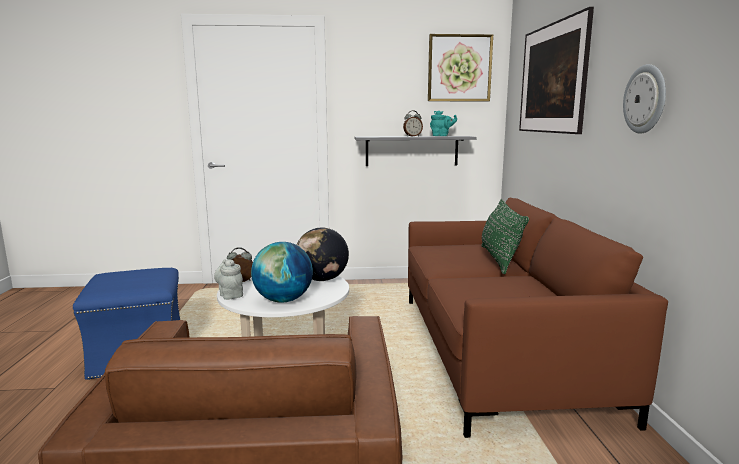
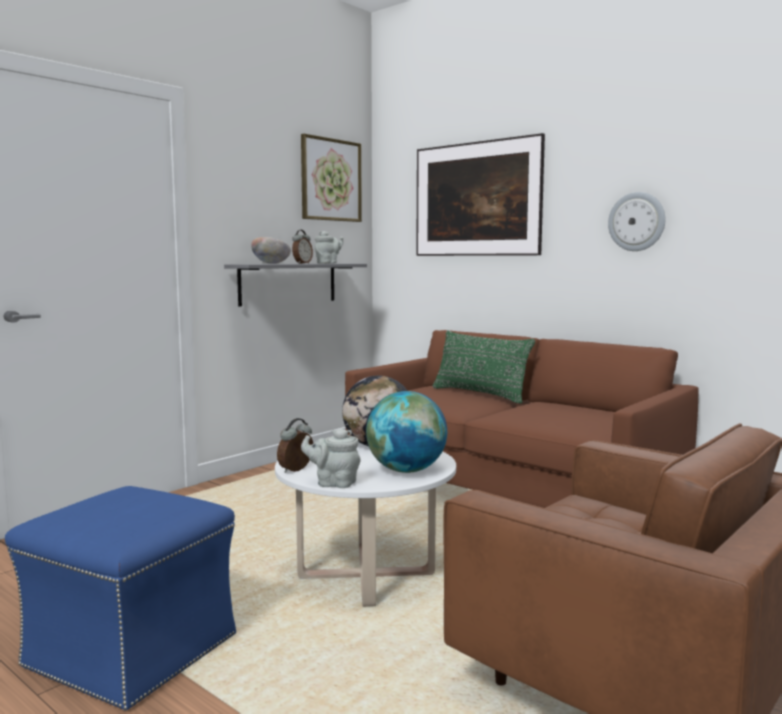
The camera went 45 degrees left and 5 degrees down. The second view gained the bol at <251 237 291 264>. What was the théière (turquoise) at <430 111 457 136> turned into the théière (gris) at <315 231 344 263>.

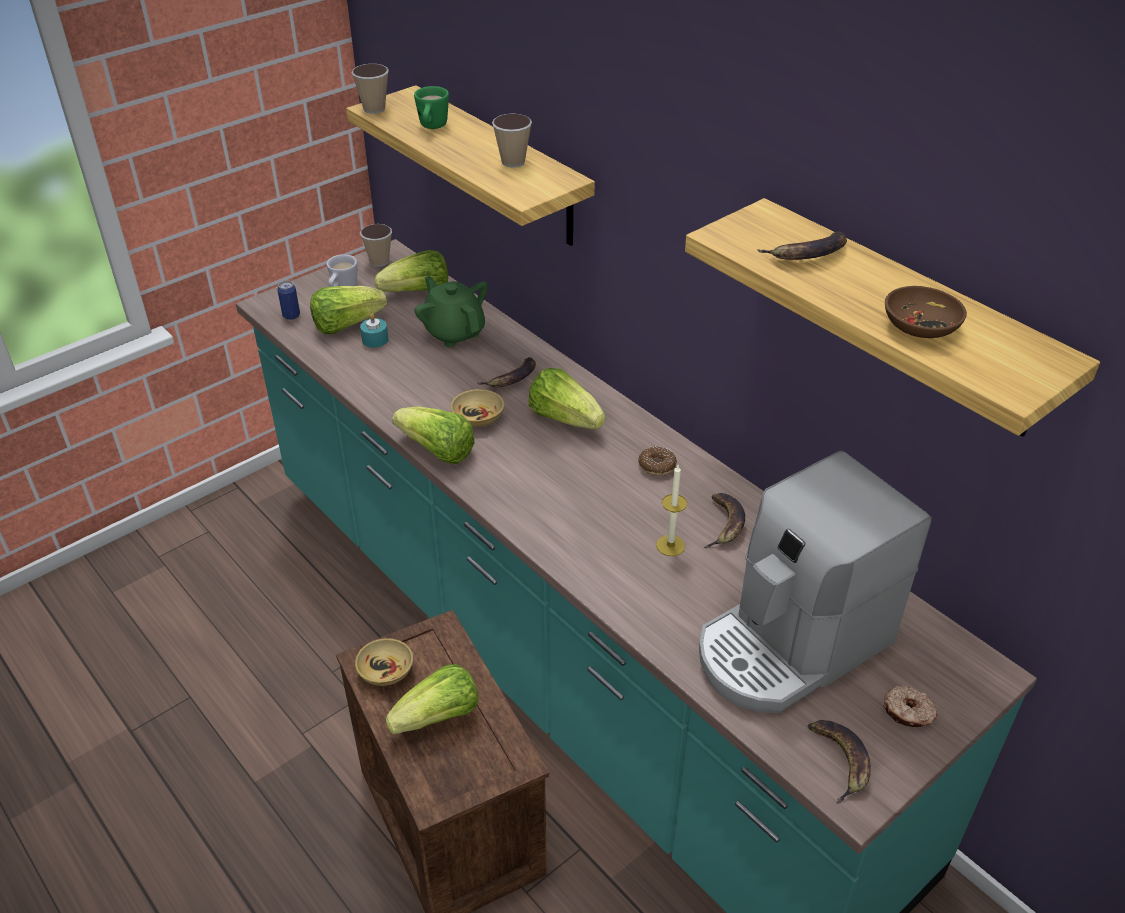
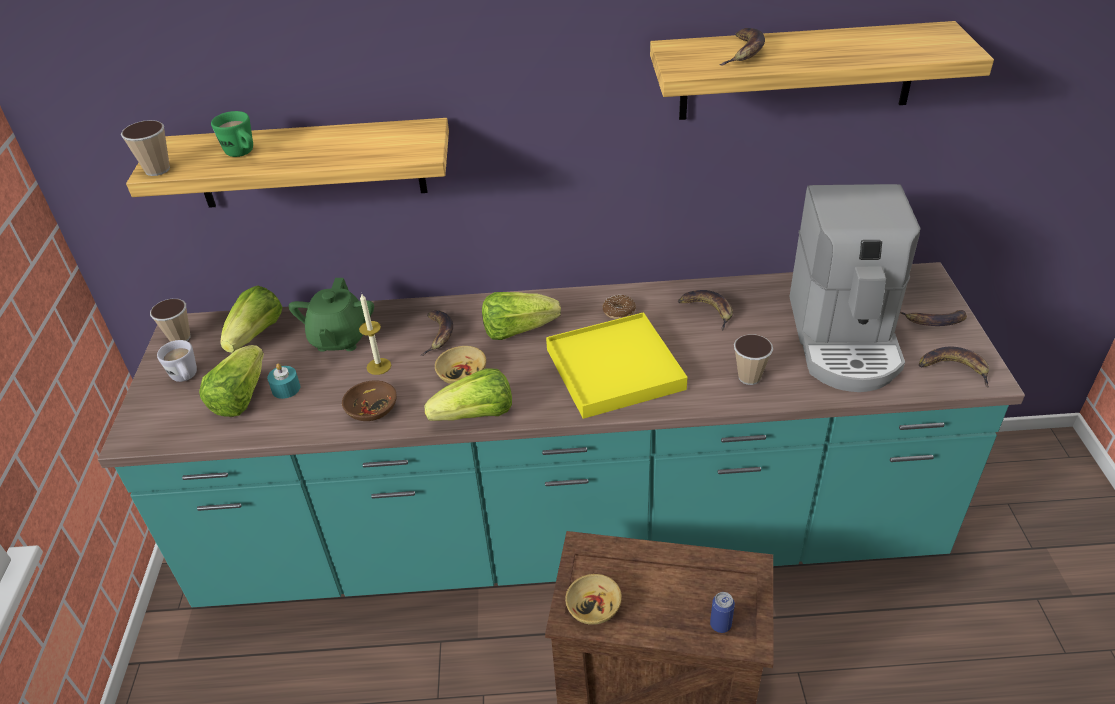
The camera went 50 degrees left and 0 degrees up. The second view lost the laitue at <385 664 478 735>. The second view gained the plateau (jaune) at <546 312 688 419>. The boîte métallique ended up elsewhere, having gone from <277 281 300 320> to <710 592 735 633>. The tasse ended up elsewhere, having gone from <492 113 532 168> to <734 334 773 385>. The bougie ended up elsewhere, having gone from <656 465 687 556> to <359 294 391 375>. The bol (marron) ended up elsewhere, having gone from <885 286 967 338> to <342 381 397 421>. Where the beignet stood at <884 685 938 727>, the banane came to stand at <900 310 967 326>. The théière (vert) at <414 276 488 347> ended up facing another way, 90 degrees counterclockwise from before.

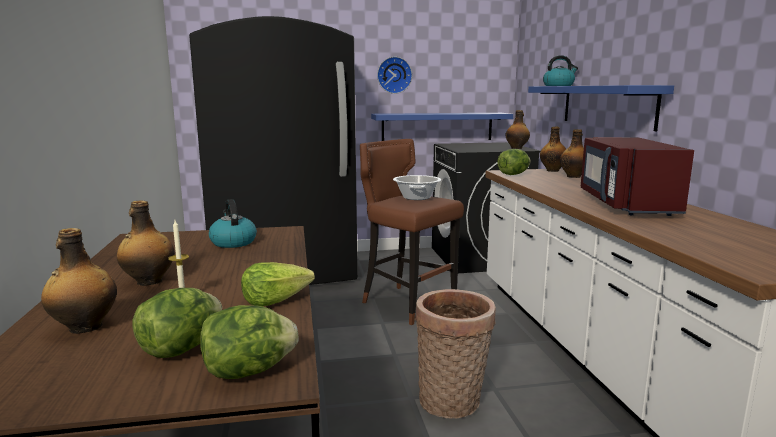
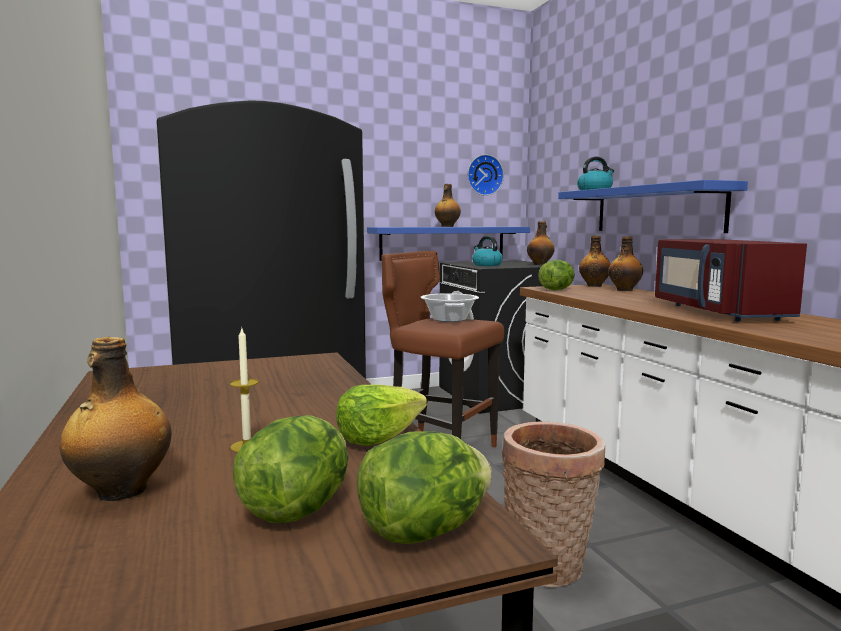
The camera went 10 degrees left and 5 degrees down. The bouteille ended up elsewhere, having gone from <117 200 175 286> to <435 184 461 227>. The bouilloire ended up elsewhere, having gone from <209 199 257 248> to <472 236 503 266>. The horloge murale ended up elsewhere, having gone from <377 57 412 94> to <468 154 504 196>.

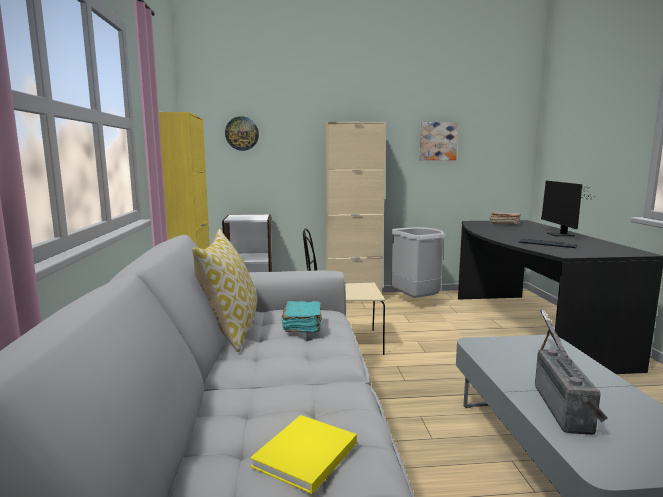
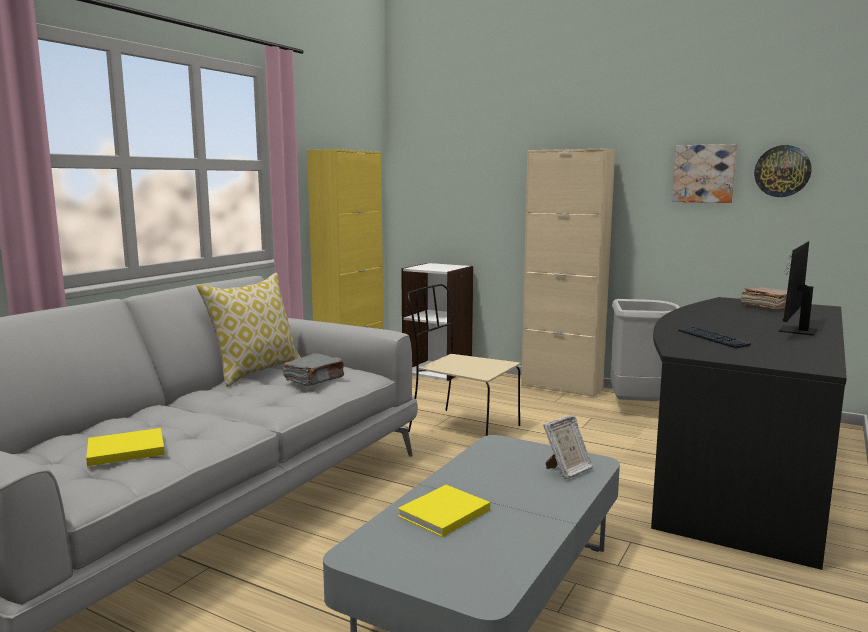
The camera went 35 degrees right and 0 degrees up. The horloge murale ended up elsewhere, having gone from <225 116 259 151> to <754 145 811 197>. Where the radio stood at <535 349 608 435>, the livre (jaune) came to stand at <398 485 490 537>. What was the livre (turquoise) at <281 301 322 333> turned into the livre (gris) at <283 353 345 386>.

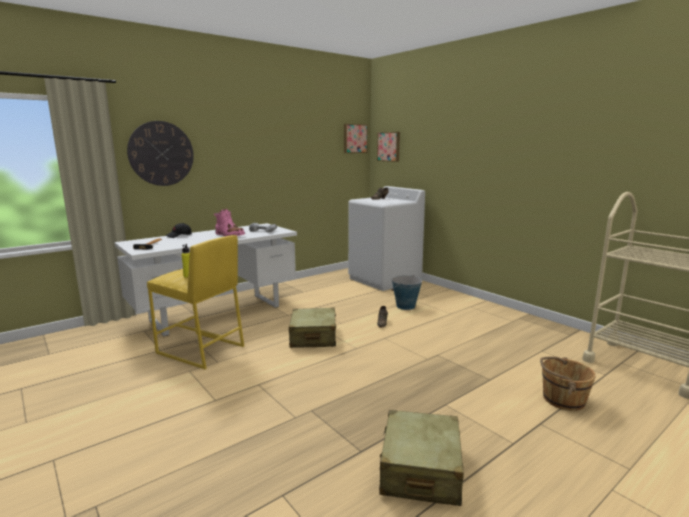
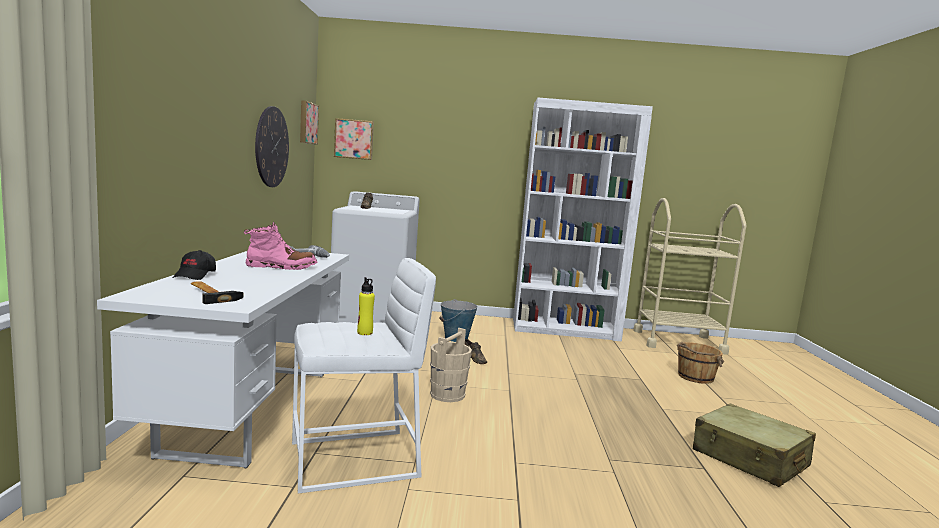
The camera went 50 degrees left and 5 degrees down. The second view gained the bibliothèque (blanc) at <513 98 653 342>. The horloge murale ended up elsewhere, having gone from <127 121 194 186> to <255 106 289 187>. Where the valise (beige) stood at <289 308 336 348>, the seau (beige) came to stand at <430 328 472 402>. What was the tabouret (jaune) at <147 235 244 369> turned into the tabouret (blanc) at <292 258 436 493>.

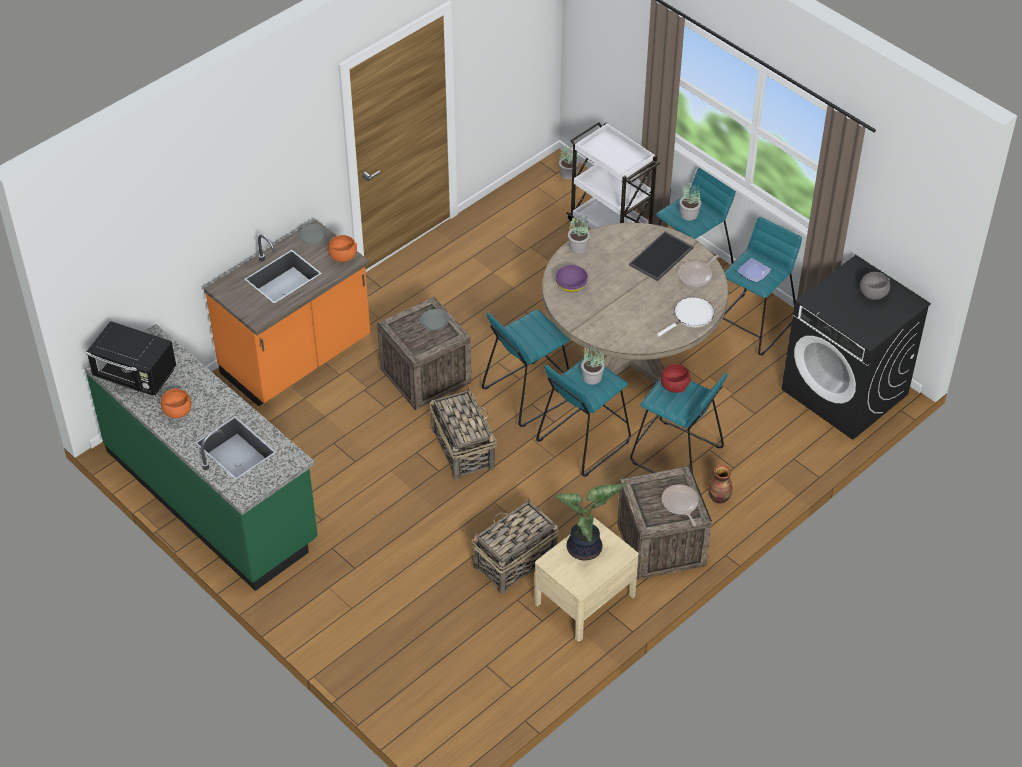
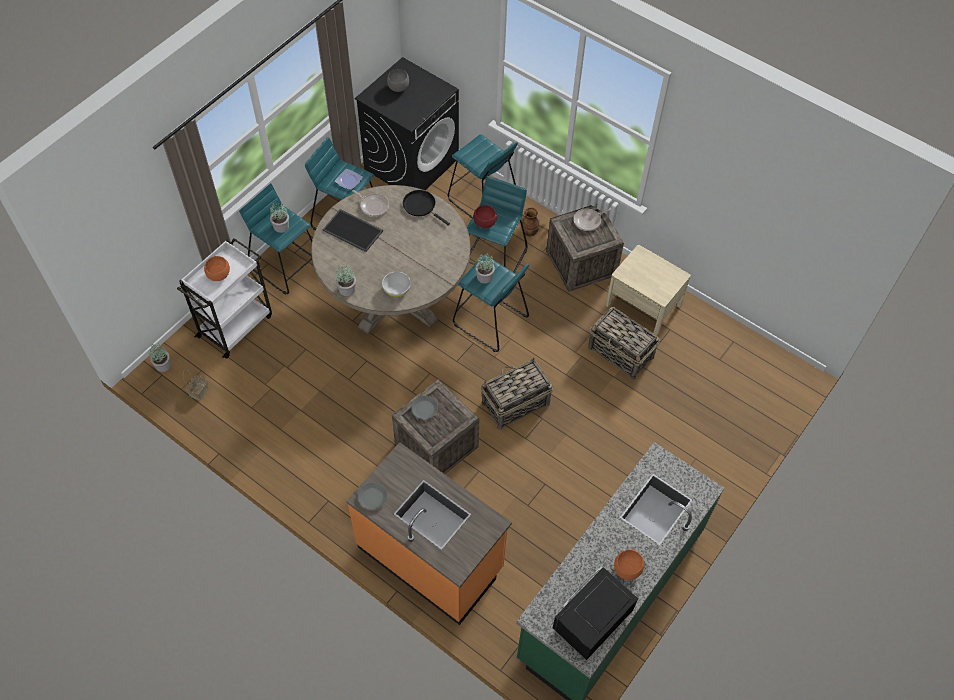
The camera went 100 degrees left and 10 degrees up. The second view lost the plante en pot at <555 484 627 560>. The second view gained the panier at <183 369 209 401>. The bol (orange) ended up elsewhere, having gone from <328 235 357 262> to <204 256 230 281>. The tabouret (turquoise) ended up elsewhere, having gone from <482 309 570 427> to <448 134 518 218>. What was the bol (violet) at <555 265 588 292> turned into the bol (blanc) at <382 272 411 297>. What was the poêle (blanc) at <657 297 714 337> turned into the poêle (noir) at <403 190 450 226>. The micro-ondes (noir) at <86 321 176 396> ended up facing another way, 150 degrees counterclockwise from before.

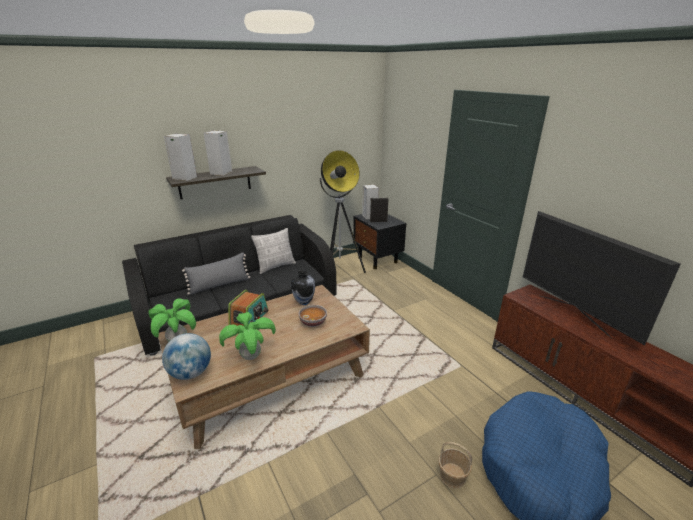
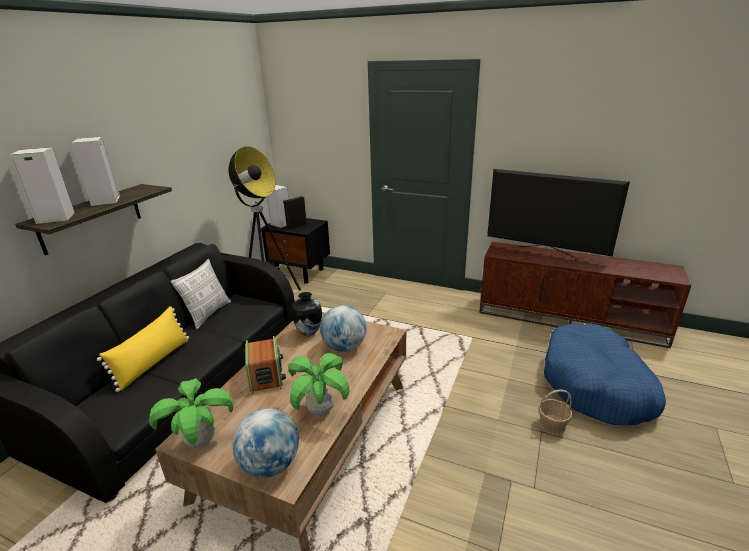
The camera went 35 degrees left and 0 degrees up. Where the bol stood at <298 305 327 327>, the globe came to stand at <320 305 366 352>. What was the coussin (gris) at <182 252 250 295> turned into the coussin (jaune) at <97 306 189 392>.

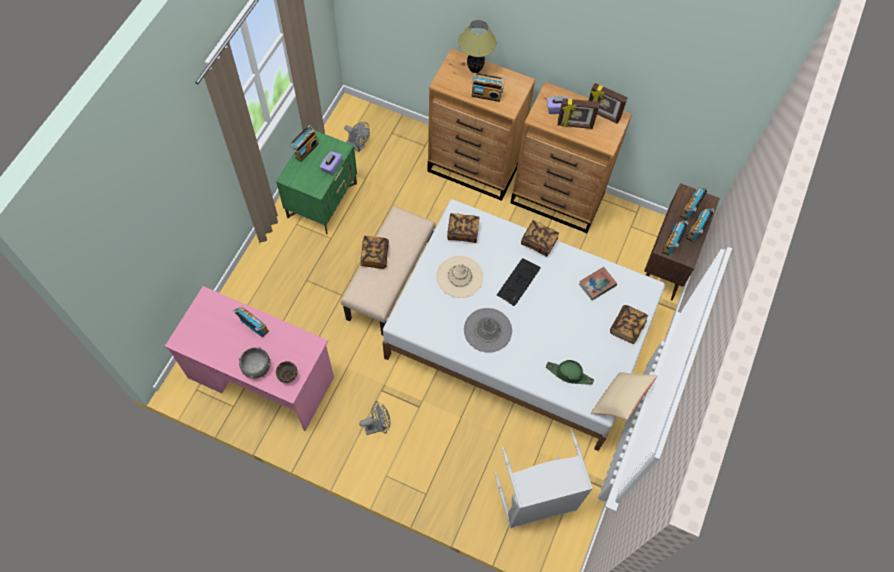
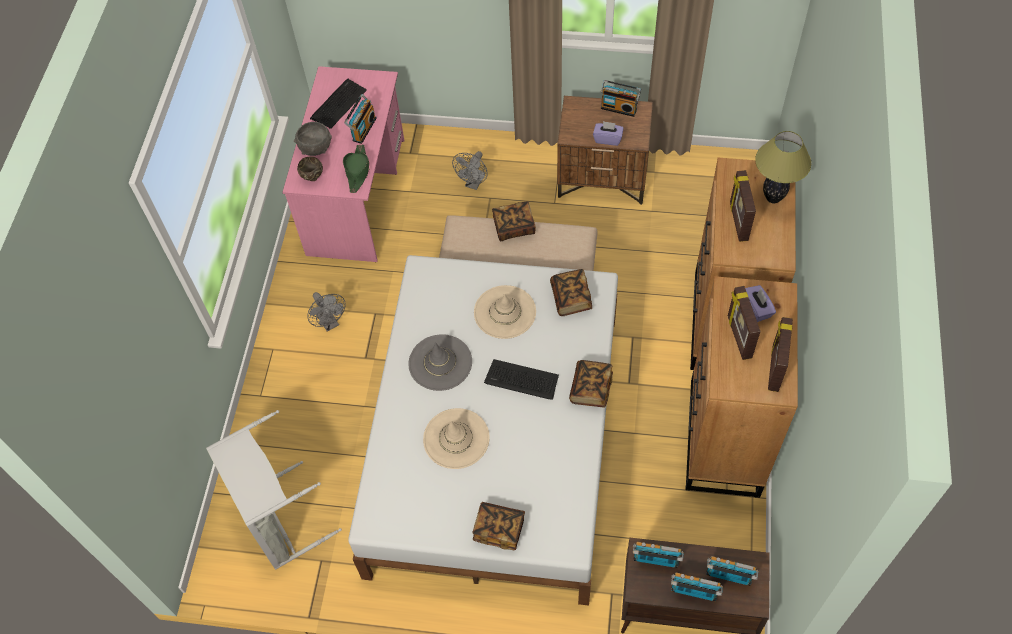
The camera went 80 degrees right and 5 degrees down. The second view lost the livre at <579 267 617 300>. The second view lost the coussin (beige) at <591 372 657 420>. The second view gained the clavier at <310 79 367 129>. The second view gained the chapeau (beige) at <423 408 490 469>. The ventilateur (gris) ended up elsewhere, having gone from <344 122 370 152> to <452 151 488 190>. The chapeau (vert) ended up elsewhere, having gone from <546 360 594 385> to <343 144 369 193>. Where the radio stood at <471 73 505 102>, the cadre photo came to stand at <730 170 756 242>. What was the table de chevet (vert) at <276 129 357 234> turned into the table de chevet (marron) at <557 96 653 205>.

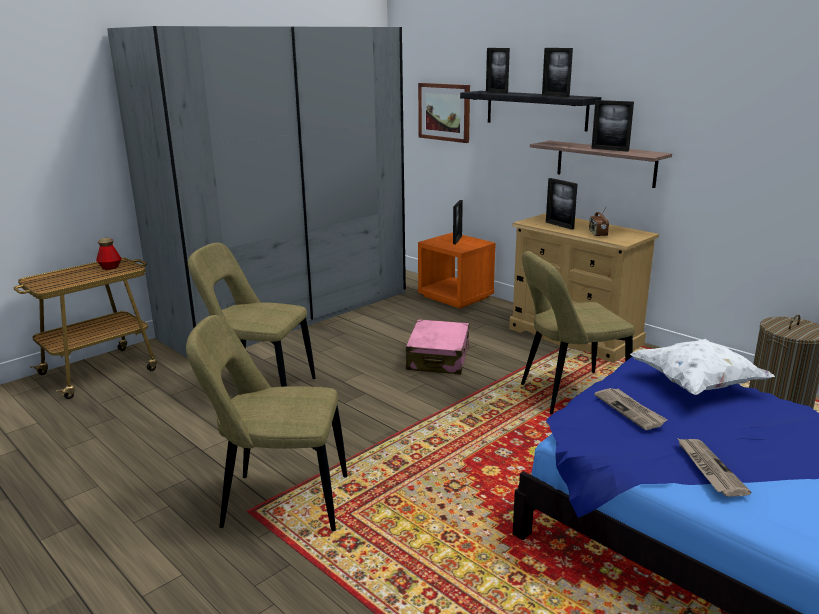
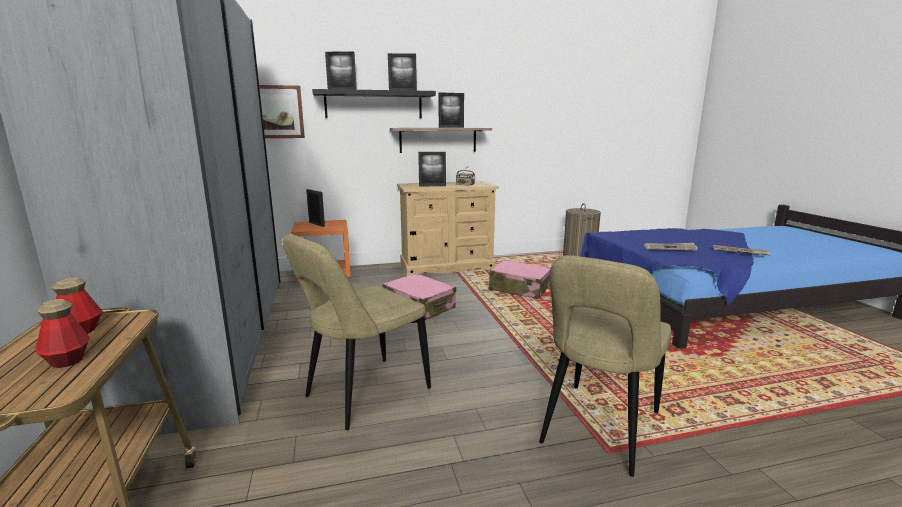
The camera went 60 degrees left and 5 degrees down. The second view lost the coussin (blanc) at <630 339 775 395>. The second view gained the bouteille at <35 299 90 368>. Where the chaise (beige) stood at <521 251 634 414>, the valise (rose) came to stand at <489 260 551 299>.

